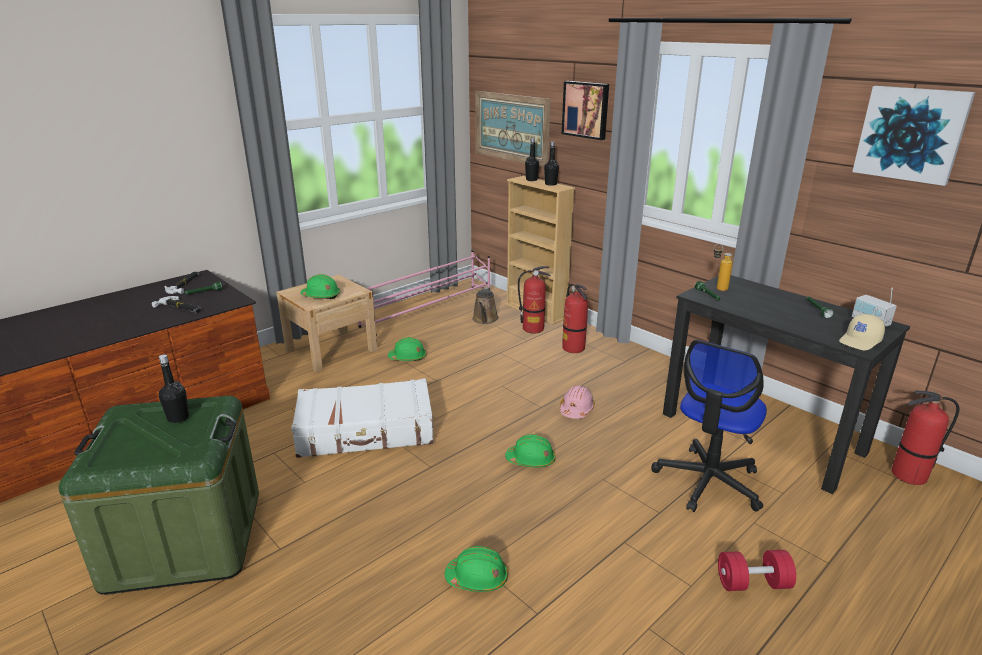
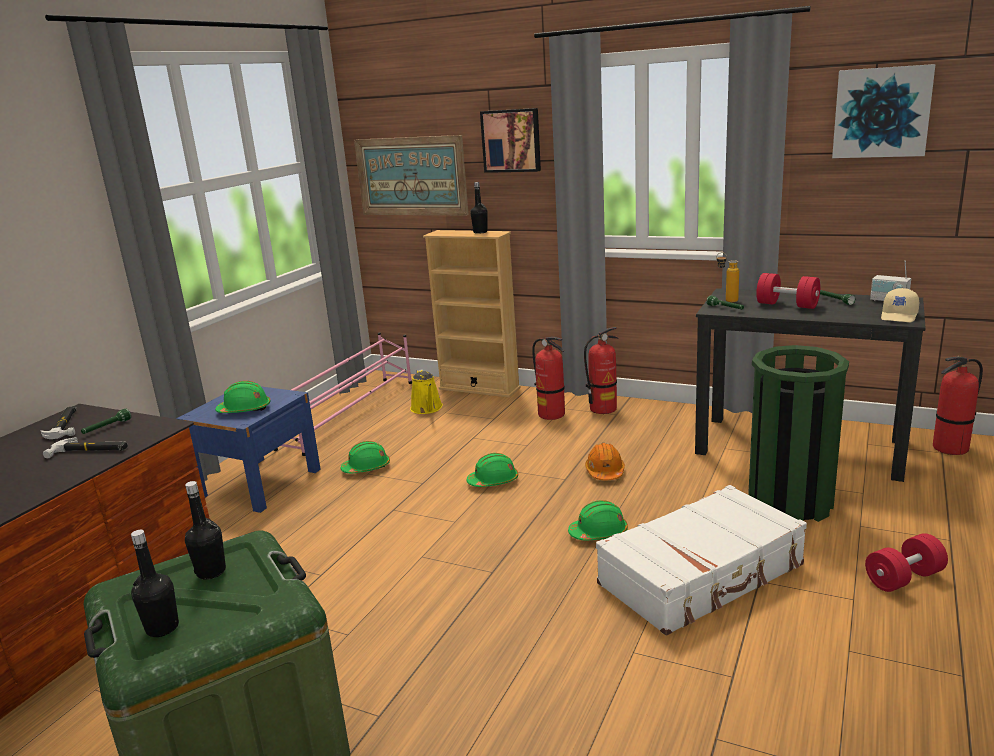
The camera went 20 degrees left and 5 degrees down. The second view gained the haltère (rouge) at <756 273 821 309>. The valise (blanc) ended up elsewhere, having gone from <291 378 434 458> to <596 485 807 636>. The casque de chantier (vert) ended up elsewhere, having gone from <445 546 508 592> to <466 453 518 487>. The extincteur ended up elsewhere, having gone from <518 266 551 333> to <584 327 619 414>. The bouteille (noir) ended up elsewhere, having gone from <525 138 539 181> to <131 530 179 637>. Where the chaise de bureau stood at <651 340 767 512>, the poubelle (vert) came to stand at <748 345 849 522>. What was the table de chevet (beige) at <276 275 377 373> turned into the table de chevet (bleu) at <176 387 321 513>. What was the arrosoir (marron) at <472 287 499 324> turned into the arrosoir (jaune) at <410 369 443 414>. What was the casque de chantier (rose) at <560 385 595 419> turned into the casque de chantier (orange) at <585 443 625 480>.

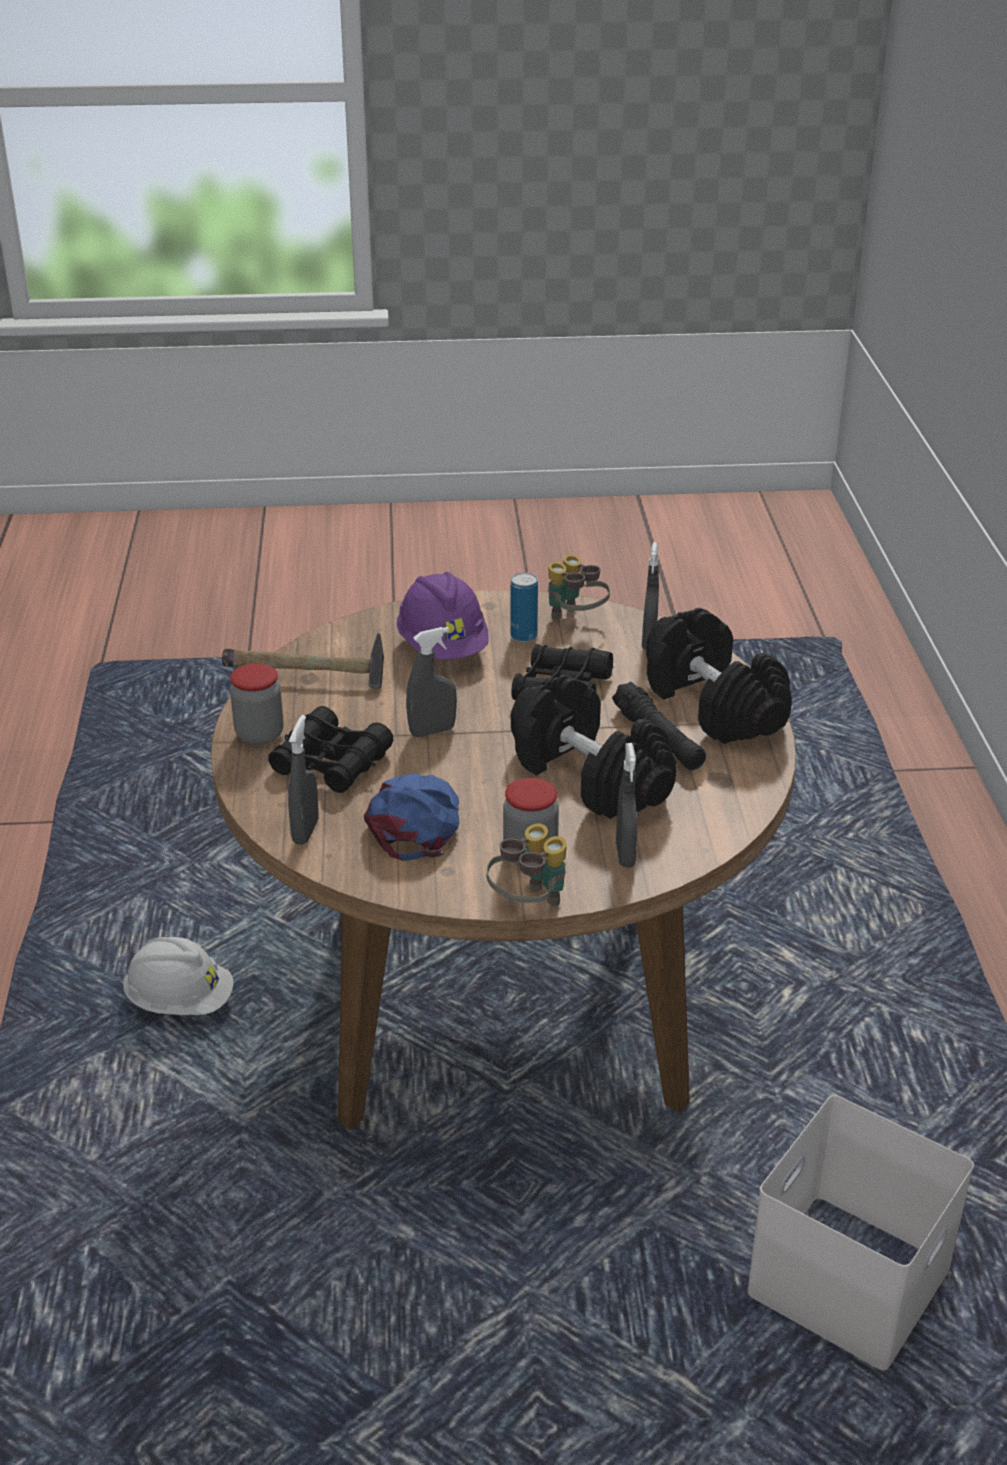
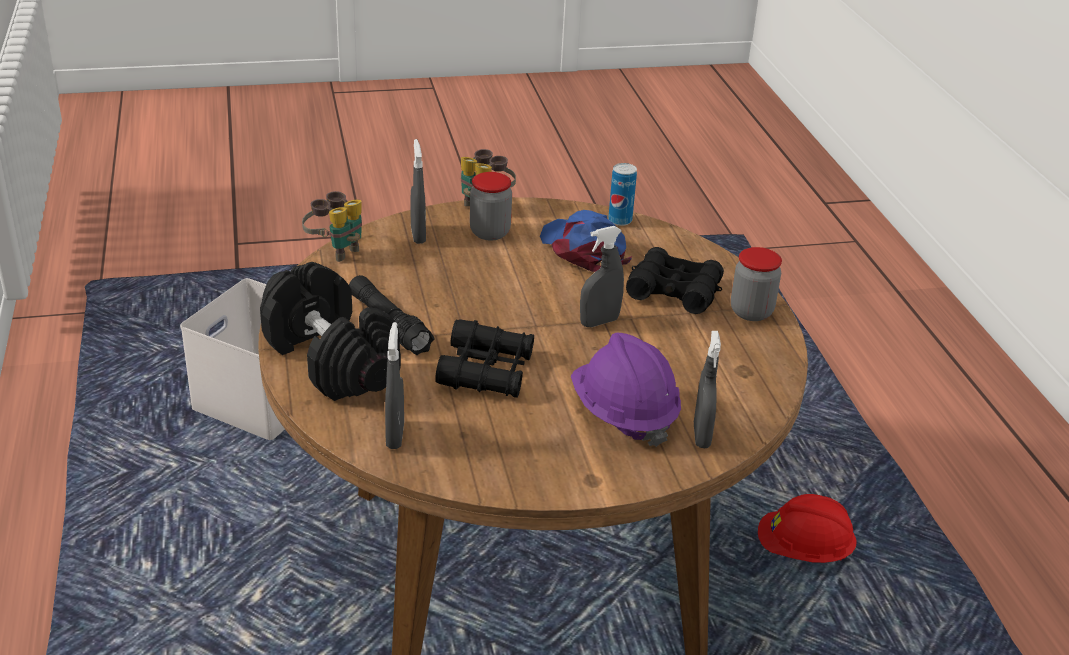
The camera went 170 degrees right and 0 degrees up. The second view lost the marteau at <222 633 384 688>. The second view lost the haltère (noir) at <511 674 677 819>. The vaporisateur (gris) ended up elsewhere, having gone from <288 715 318 845> to <694 331 721 448>. The boîte métallique ended up elsewhere, having gone from <510 572 538 642> to <608 163 637 226>. The jumelles ended up elsewhere, having gone from <548 554 610 620> to <302 191 362 262>. What was the casque de chantier (blanc) at <123 937 234 1015> turned into the casque de chantier (rouge) at <758 494 857 563>. The casquette (bleu) at <364 773 460 861> ended up facing another way, 150 degrees clockwise from before.

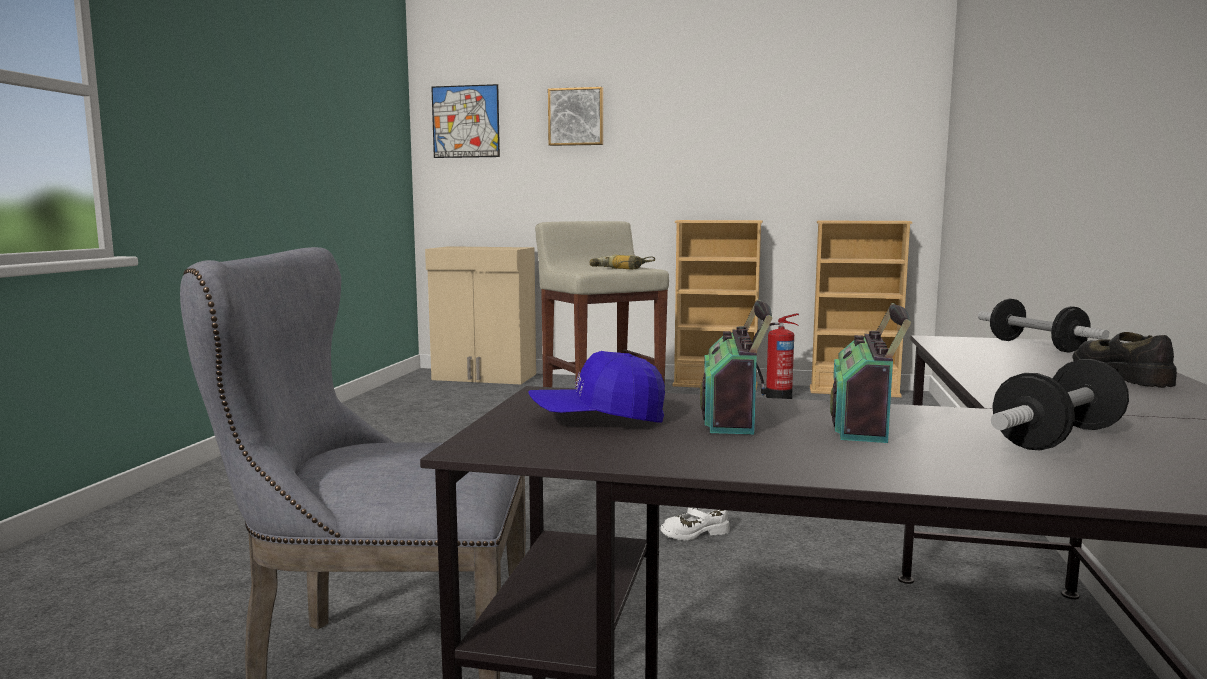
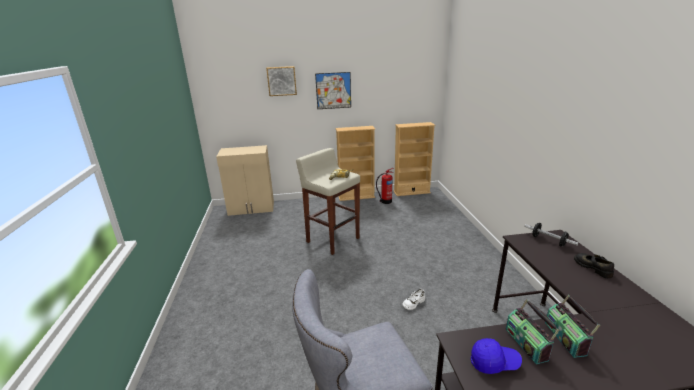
The camera went 20 degrees left and 15 degrees up. The second view lost the haltère at <991 359 1129 451>. The tableau ended up elsewhere, having gone from <431 84 500 158> to <315 72 351 109>. The casquette (bleu) at <528 351 665 423> ended up facing another way, 150 degrees counterclockwise from before.

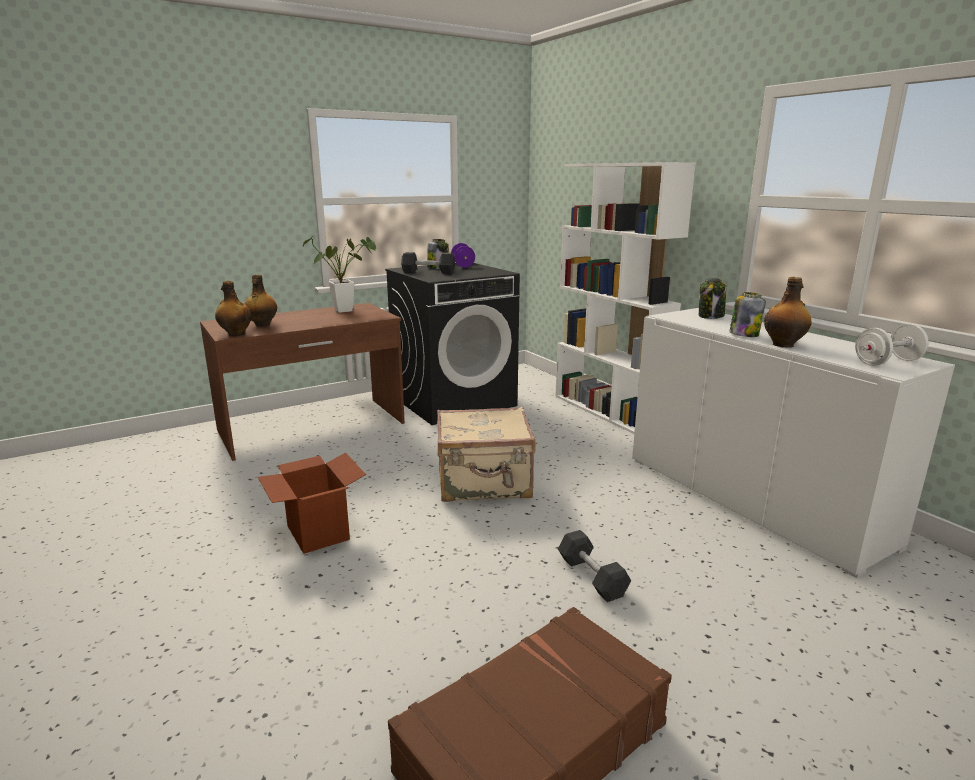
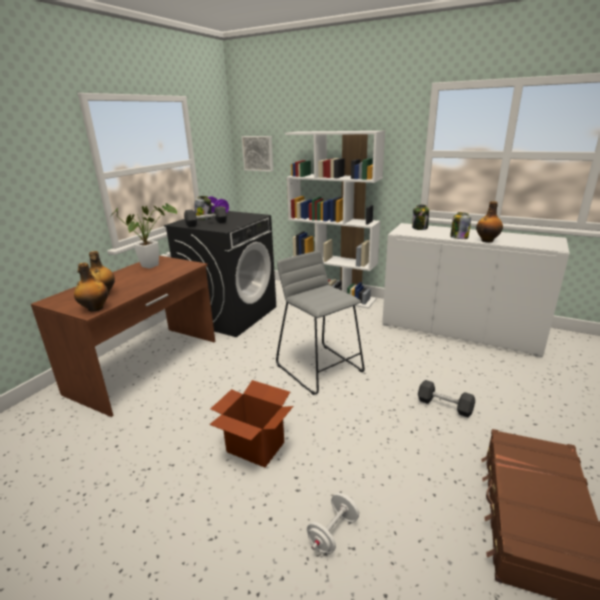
The camera went 30 degrees left and 5 degrees up. The second view gained the tableau at <242 136 273 172>. The haltère (blanc) ended up elsewhere, having gone from <855 324 928 366> to <307 493 359 554>. Where the valise (beige) stood at <437 407 536 502>, the tabouret (gris) came to stand at <276 251 365 395>.

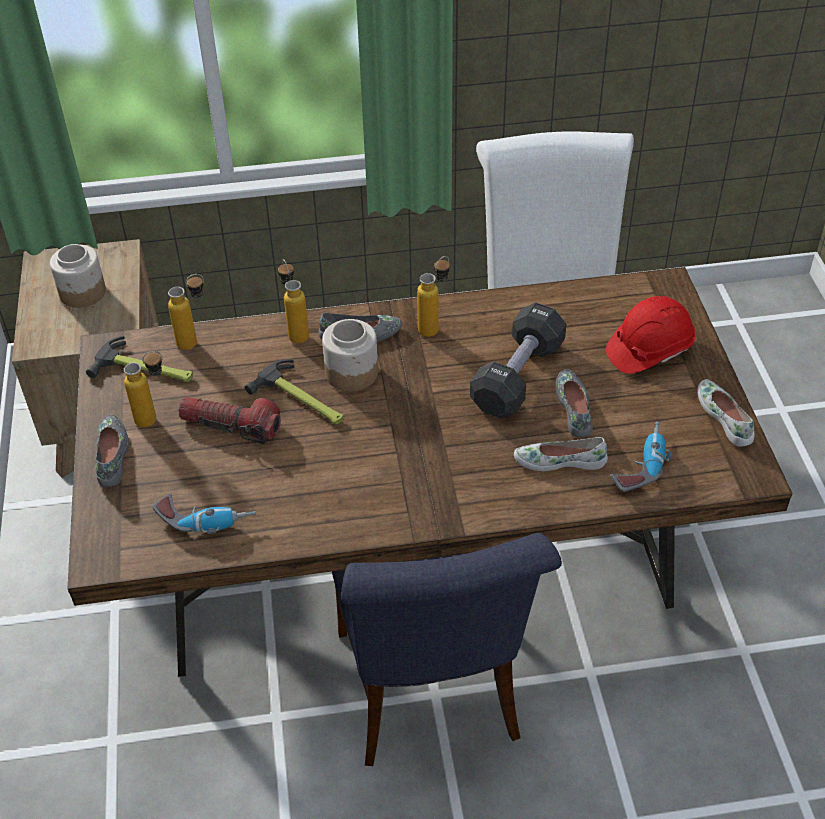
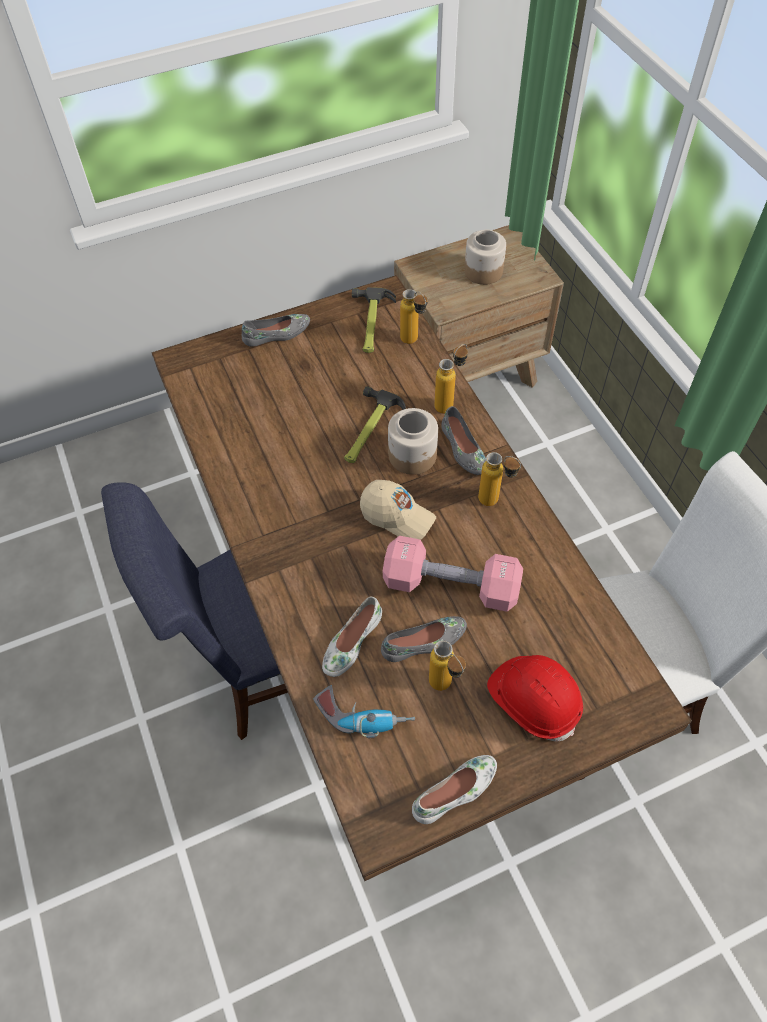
The camera went 75 degrees right and 10 degrees up. The second view lost the perceuse at <152 493 256 534>. The second view lost the lampe de poche at <179 397 281 444>. The second view gained the casquette (beige) at <360 480 436 540>. The bouteille ended up elsewhere, having gone from <124 351 163 428> to <429 640 466 691>. What was the haltère (noir) at <470 302 567 418> turned into the haltère (rose) at <383 536 523 612>. The chaussure (blanc) at <514 437 608 471> ended up facing another way, 135 degrees counterclockwise from before.

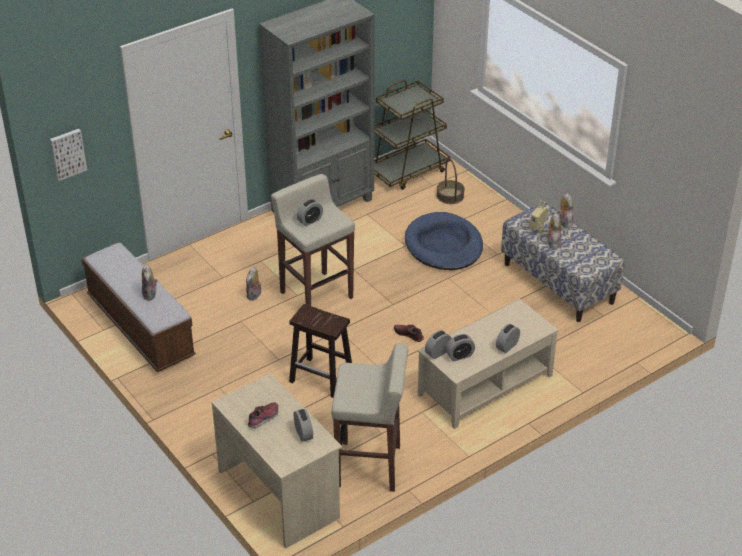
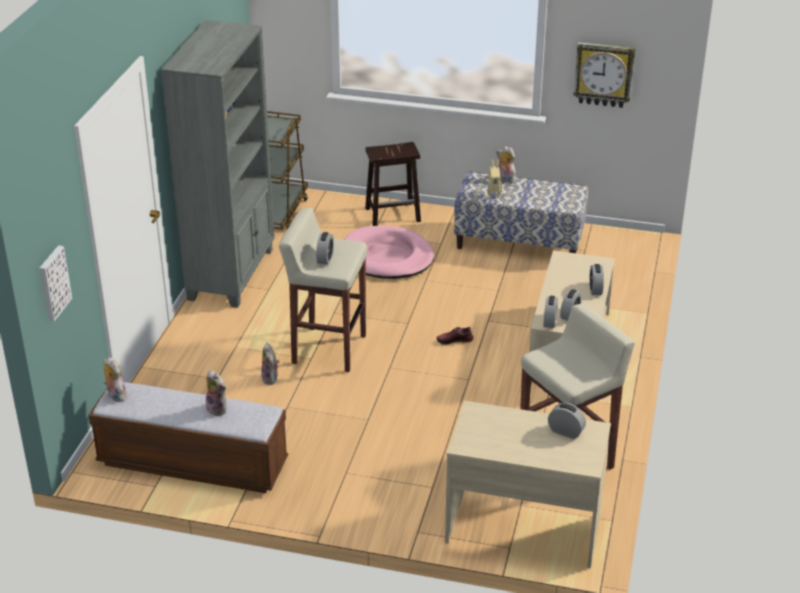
The camera went 40 degrees left and 5 degrees down. The second view lost the chaussure at <248 402 278 428>. The second view lost the panier at <436 158 464 204>. The second view gained the horloge murale at <573 42 636 108>. The tabouret (marron) ended up elsewhere, having gone from <289 304 352 398> to <365 142 421 226>. The peluche ended up elsewhere, having gone from <546 213 561 249> to <104 357 127 402>. What was the panier pour chien (bleu) at <405 212 483 270> turned into the panier pour chien (rose) at <344 225 434 279>.

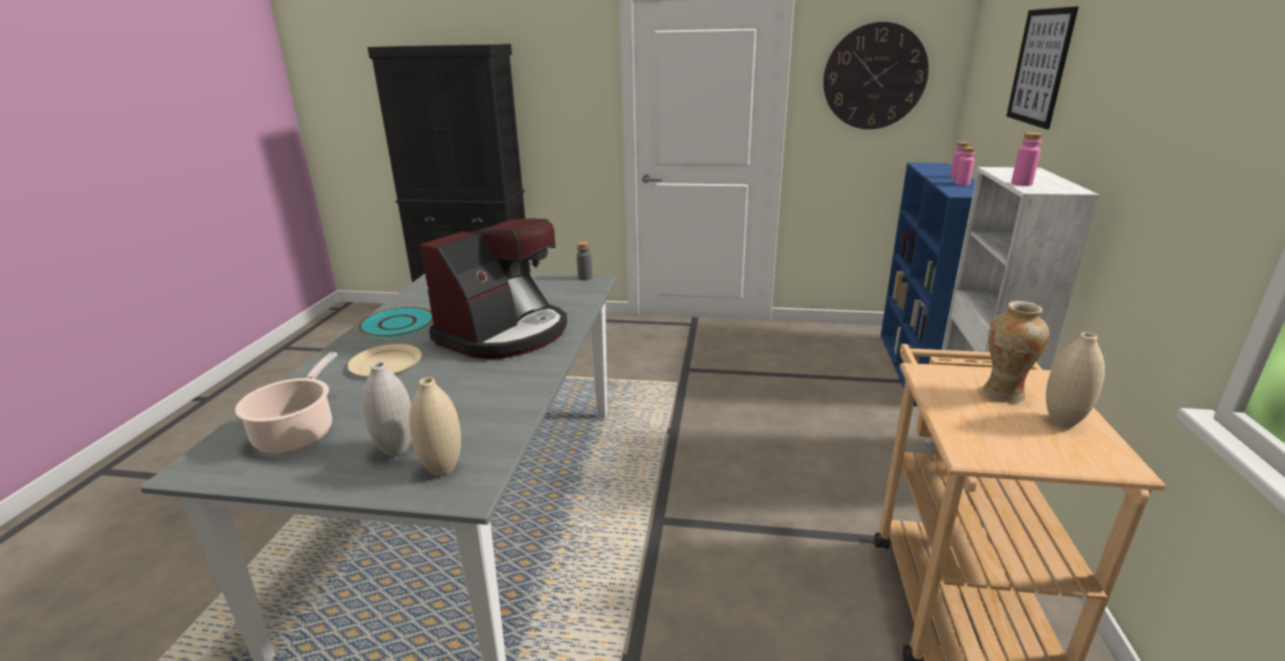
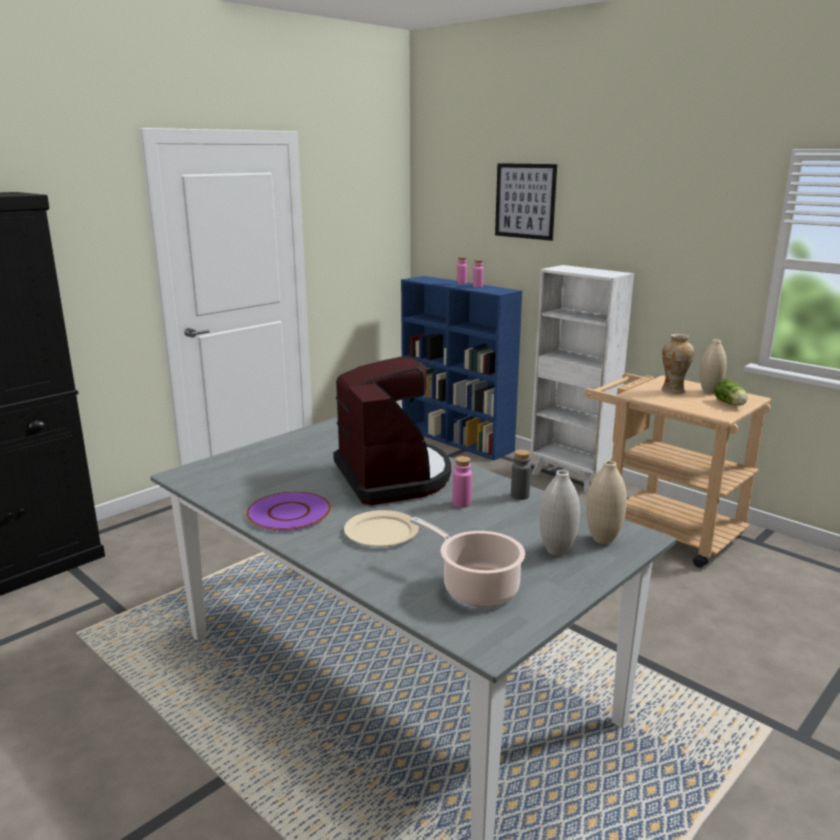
The camera went 55 degrees left and 5 degrees down. The second view lost the horloge murale at <823 22 929 129>. The second view gained the laitue at <714 379 747 406>. The bouteille (gris) ended up elsewhere, having gone from <577 241 592 281> to <511 449 531 500>. The bouteille (rose) ended up elsewhere, having gone from <1011 132 1042 186> to <452 456 472 508>. What was the assiette (turquoise) at <359 307 433 338> turned into the assiette (violet) at <246 492 331 531>.

